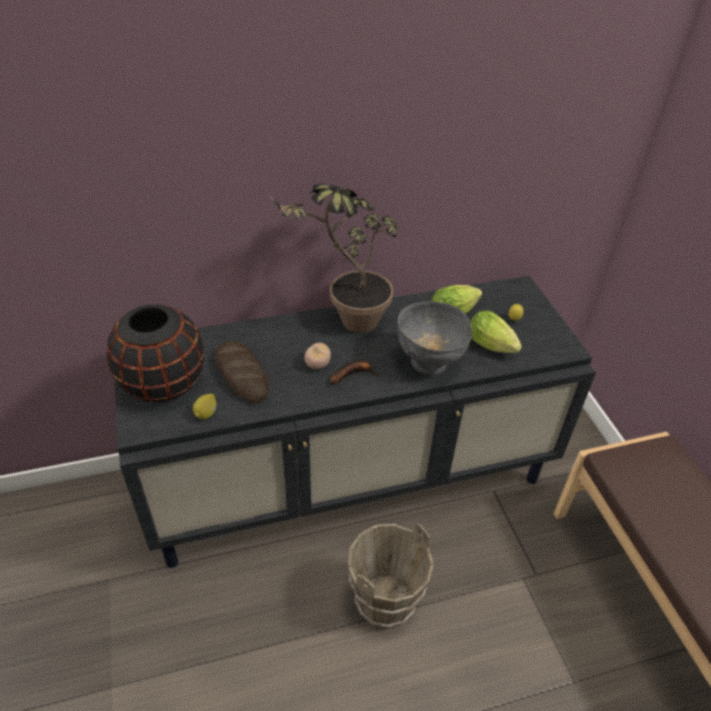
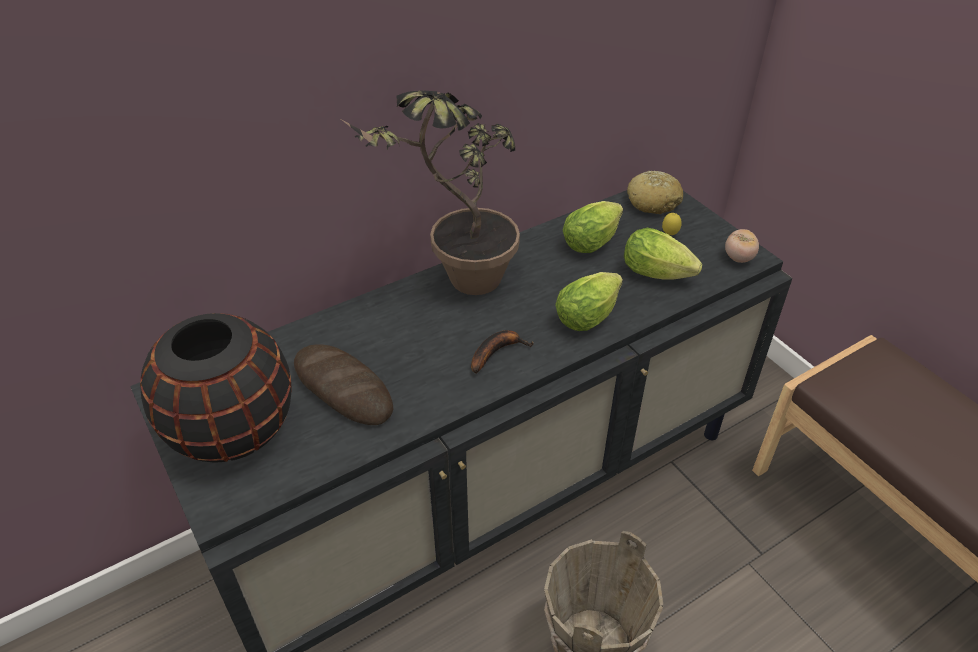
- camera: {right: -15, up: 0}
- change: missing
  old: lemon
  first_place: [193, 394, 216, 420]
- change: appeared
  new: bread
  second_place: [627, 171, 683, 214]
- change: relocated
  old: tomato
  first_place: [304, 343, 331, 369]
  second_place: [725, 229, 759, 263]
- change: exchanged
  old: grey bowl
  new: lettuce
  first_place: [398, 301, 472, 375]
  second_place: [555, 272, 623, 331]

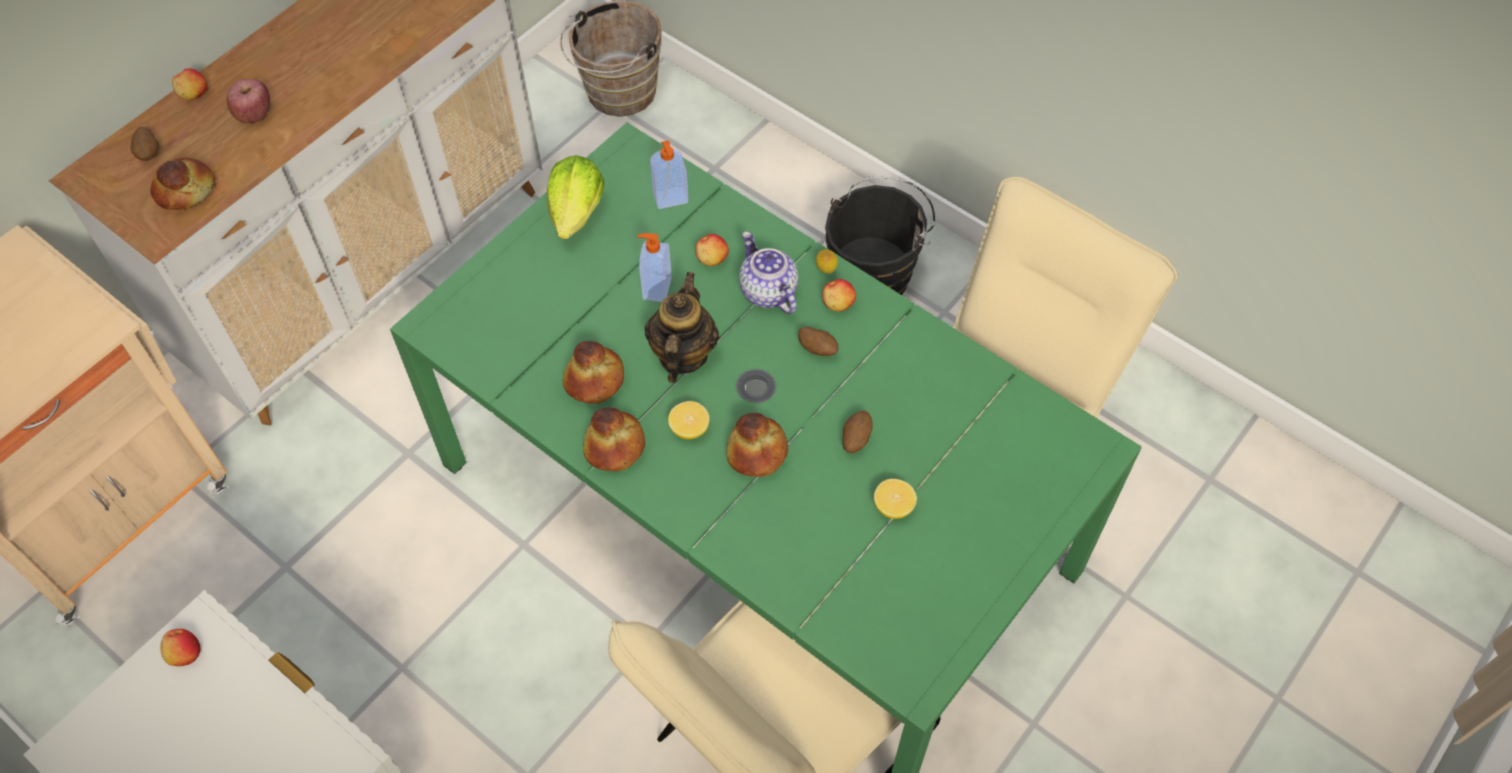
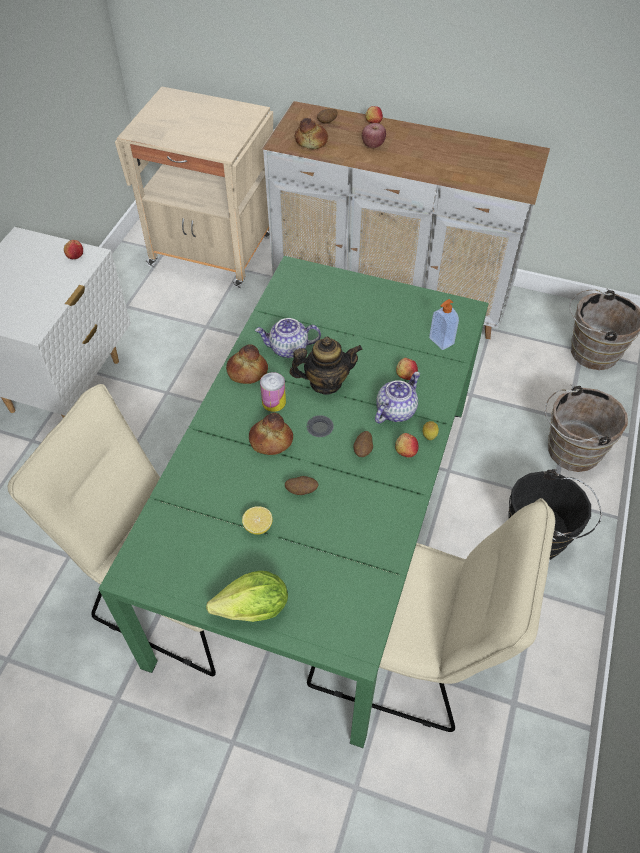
- camera: {right: 70, up: -5}
- change: missing
  old: soap dispenser
  first_place: [638, 233, 672, 302]
- change: appeared
  new: brown bucket
  second_place: [545, 384, 628, 472]
- change: relocated
  old: lettuce
  first_place: [547, 155, 604, 239]
  second_place: [206, 571, 288, 622]
- change: exchanged
  old: bread
  new: teapot
  first_place: [563, 341, 624, 404]
  second_place: [255, 318, 321, 358]
- change: exchanged
  old: lemon
  new: can
  first_place: [668, 401, 709, 439]
  second_place: [260, 372, 286, 412]

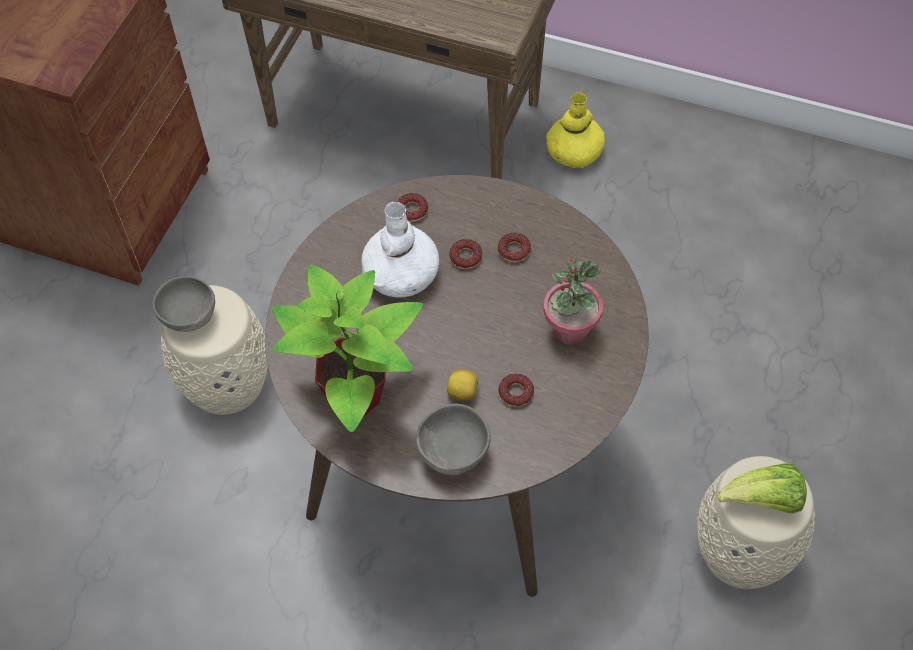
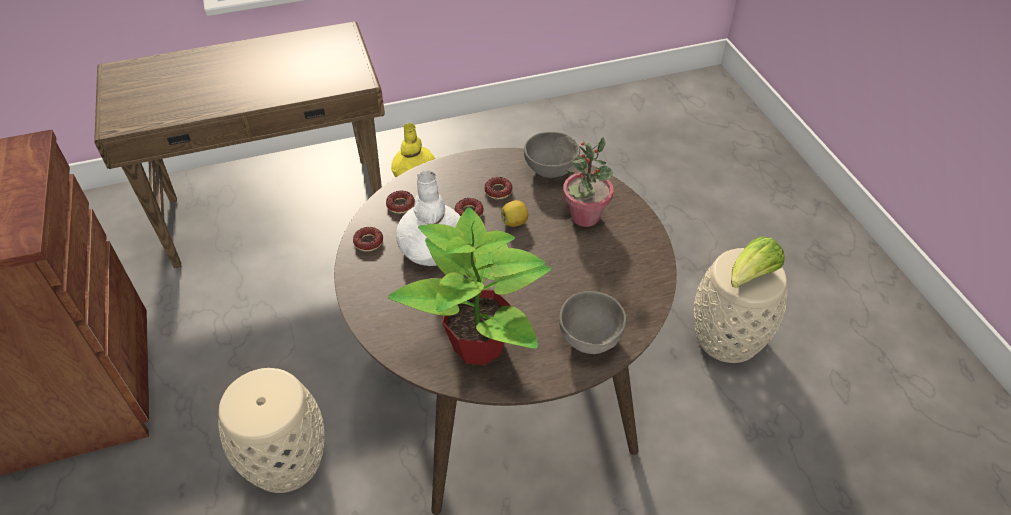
- camera: {right: -40, up: -10}
- change: relocated
  old: grey bowl
  first_place: [152, 276, 215, 332]
  second_place: [524, 132, 580, 178]
- change: relocated
  old: lemon
  first_place: [447, 369, 479, 401]
  second_place: [501, 200, 528, 227]
- change: relocated
  old: donut
  first_place: [498, 374, 534, 407]
  second_place: [353, 227, 383, 252]

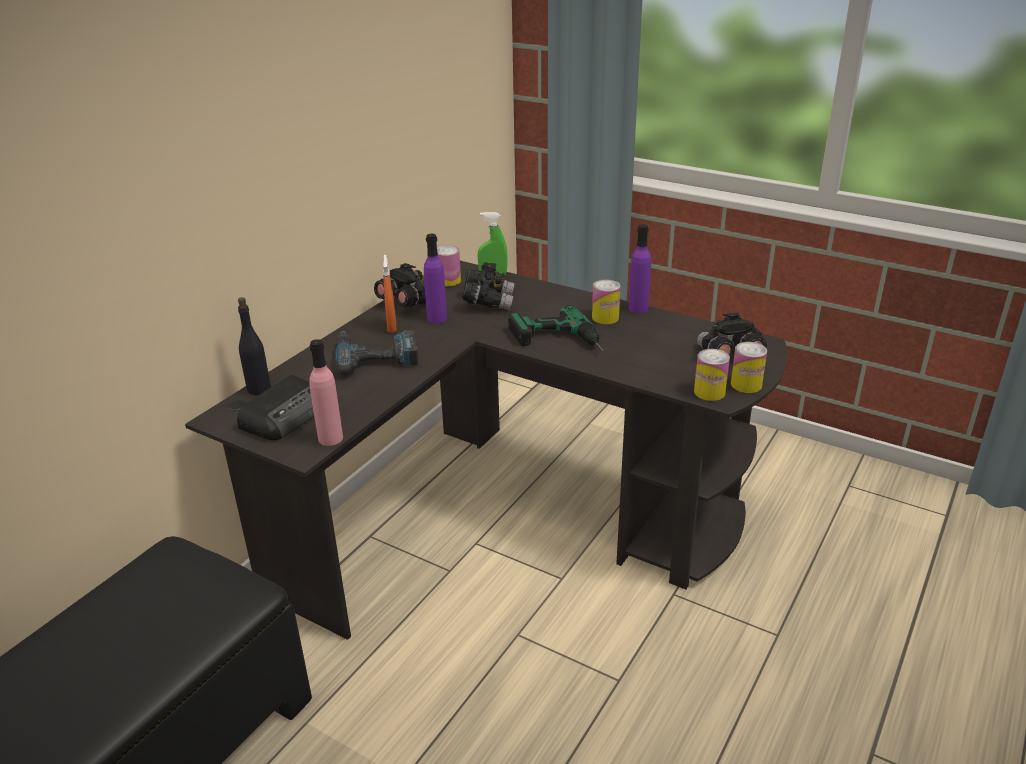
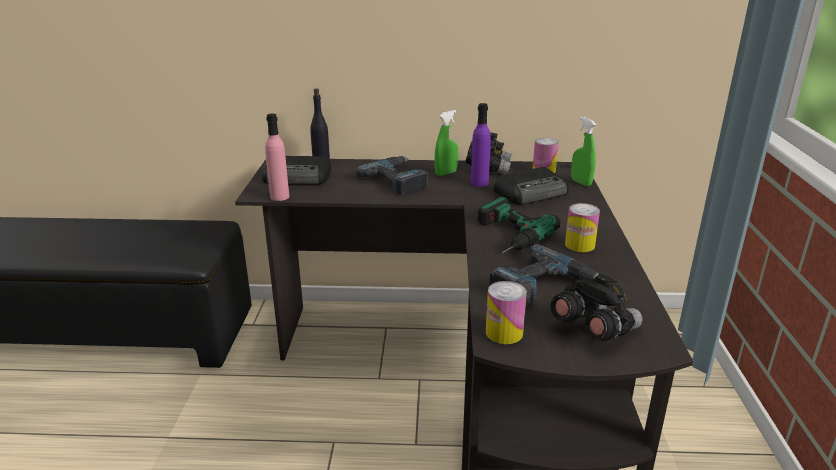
- camera: {right: 60, up: -5}
- change: missing
  old: purple bottle
  first_place: [628, 224, 651, 313]
- change: missing
  old: can
  first_place: [731, 342, 767, 393]
- change: appeared
  new: power drill
  second_place: [489, 245, 599, 307]
- change: exchanged
  old: black binoculars
  new: radio
  first_place: [462, 262, 515, 310]
  second_place: [494, 167, 569, 205]
- change: colour
  old: orange spray bottle
  new: green spray bottle
  first_place: [383, 254, 396, 333]
  second_place: [434, 110, 458, 176]

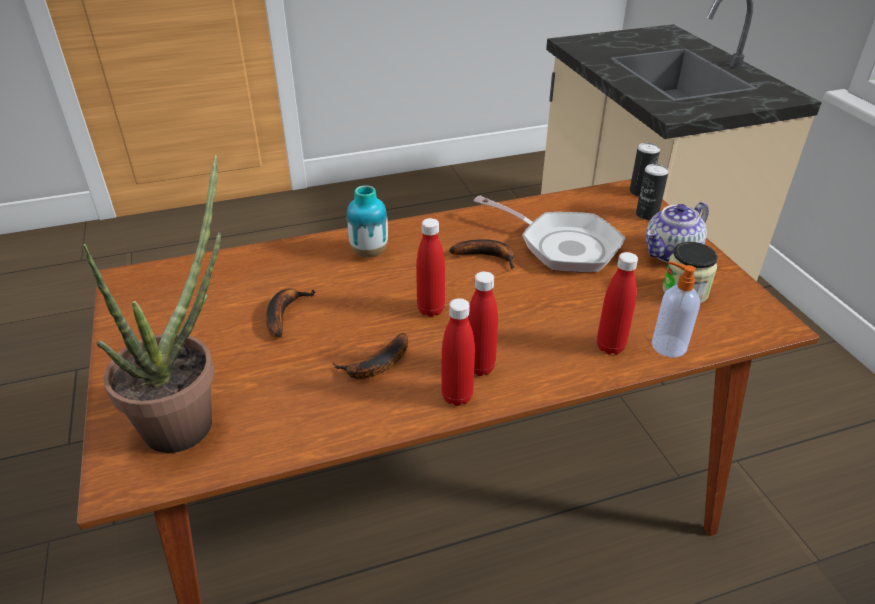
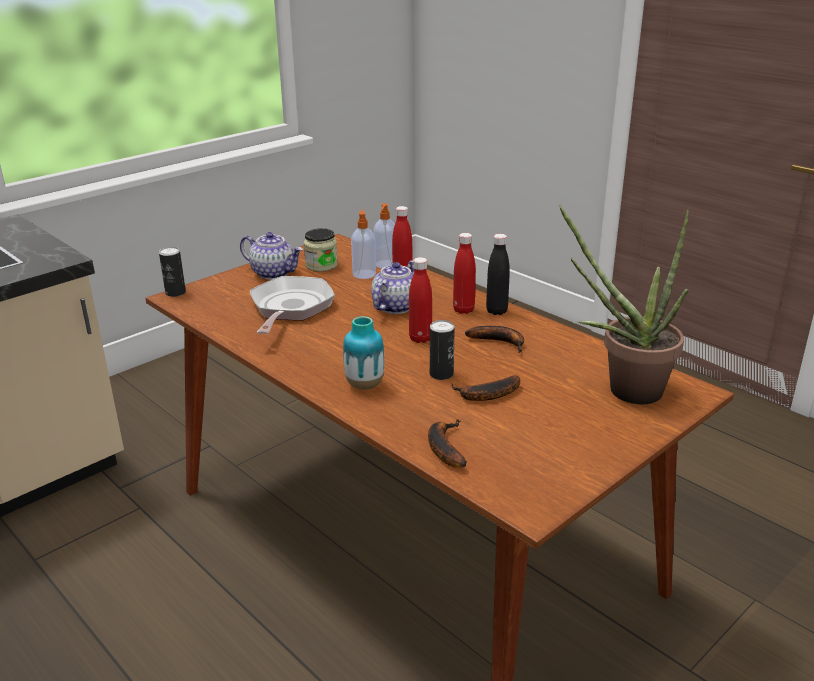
- camera: {right: -115, up: -10}
- change: appeared
  new: soap dispenser
  second_place: [351, 209, 376, 279]
- change: appeared
  new: teapot
  second_place: [371, 260, 414, 314]
- change: relocated
  old: banana
  first_place: [449, 239, 514, 269]
  second_place: [428, 419, 467, 468]
- change: relocated
  old: can
  first_place: [636, 164, 669, 220]
  second_place: [430, 320, 455, 380]
- change: colour
  old: red bottle
  new: black bottle
  first_place: [441, 298, 475, 406]
  second_place: [486, 234, 510, 315]

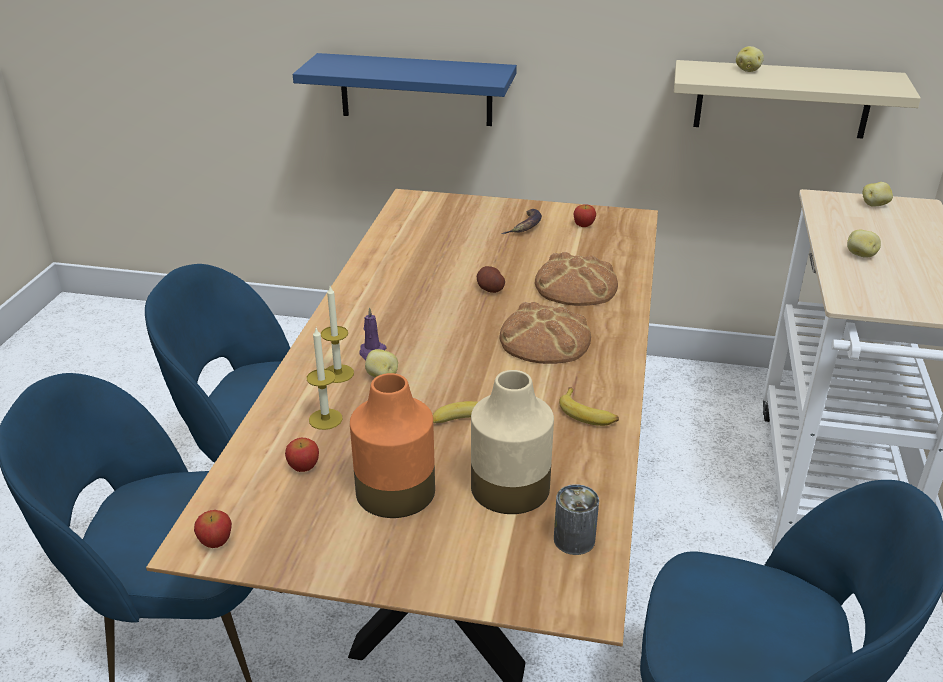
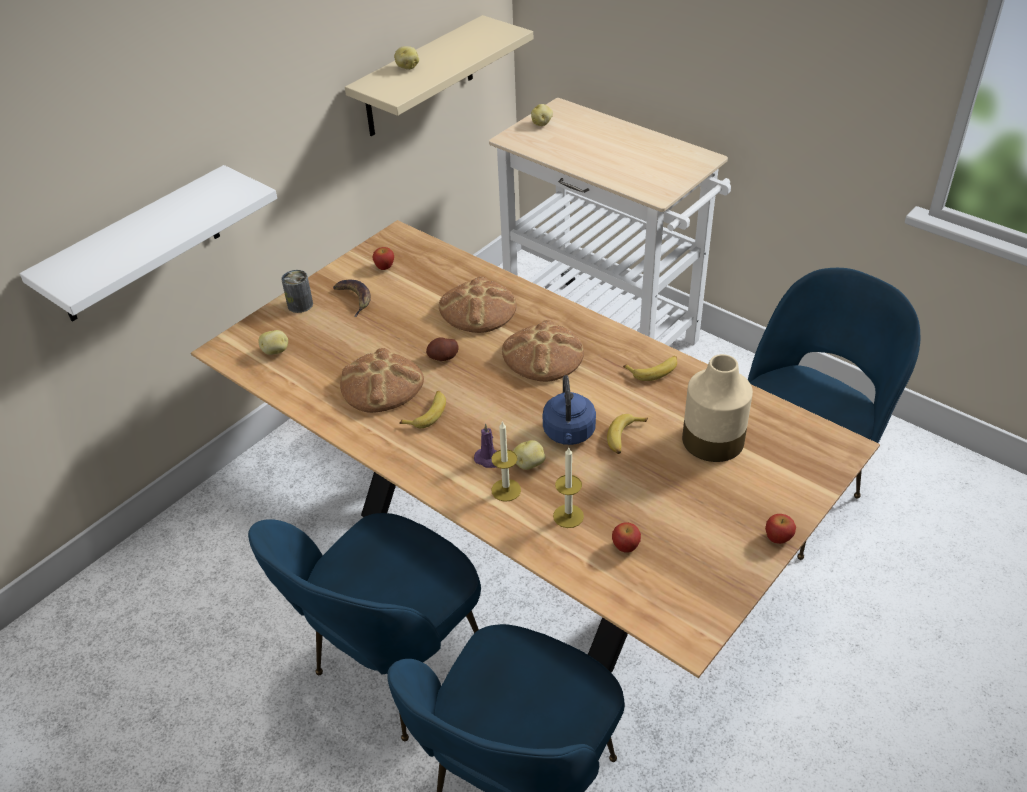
- camera: {right: -60, up: 10}
- change: missing
  old: orange vase
  first_place: [350, 373, 435, 518]
- change: appeared
  new: bread
  second_place: [340, 348, 424, 413]
- change: appeared
  new: banana
  second_place: [400, 391, 446, 428]
- change: appeared
  new: blue kettle
  second_place: [543, 375, 596, 445]
- change: relocated
  old: apple
  first_place: [194, 510, 232, 548]
  second_place: [765, 514, 796, 544]
- change: relocated
  old: can
  first_place: [554, 484, 599, 555]
  second_place: [281, 270, 313, 313]
- change: relocated
  old: potato
  first_place: [847, 230, 881, 258]
  second_place: [258, 330, 288, 355]
- change: colour
  old: blue shelf
  new: white shelf
  first_place: [293, 53, 517, 126]
  second_place: [20, 165, 277, 322]

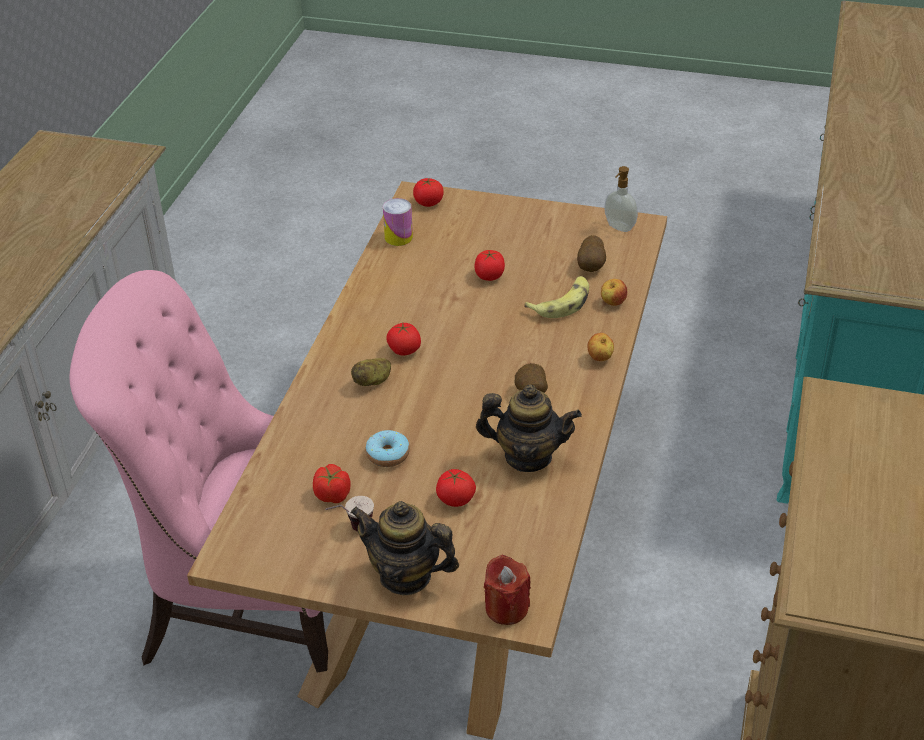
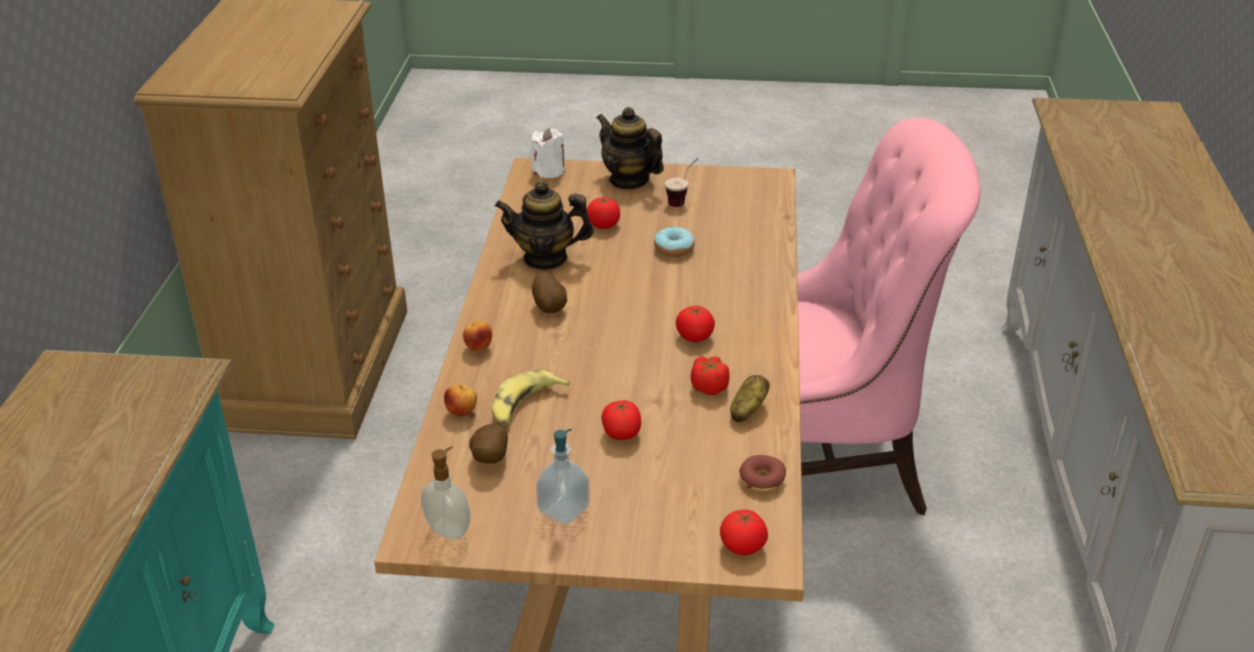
- camera: {right: 170, up: -5}
- change: appeared
  new: soap dispenser
  second_place: [536, 429, 590, 525]
- change: relocated
  old: tomato
  first_place: [313, 464, 351, 503]
  second_place: [691, 356, 729, 395]
- change: relocated
  old: potato
  first_place: [351, 358, 391, 386]
  second_place: [730, 375, 770, 422]
- change: exchanged
  old: can
  new: donut
  first_place: [383, 198, 413, 246]
  second_place: [739, 455, 786, 492]
- change: colour
  old: red candle
  new: white candle
  first_place: [484, 555, 531, 625]
  second_place: [531, 128, 565, 178]
- change: spun
  old: teapot
  first_place: [350, 501, 459, 595]
  second_place: [596, 107, 664, 190]
  degrees: -150

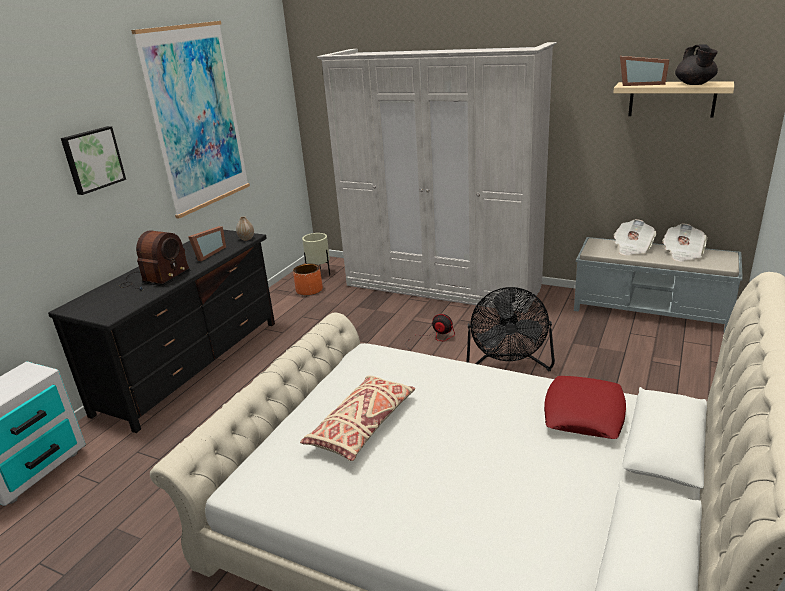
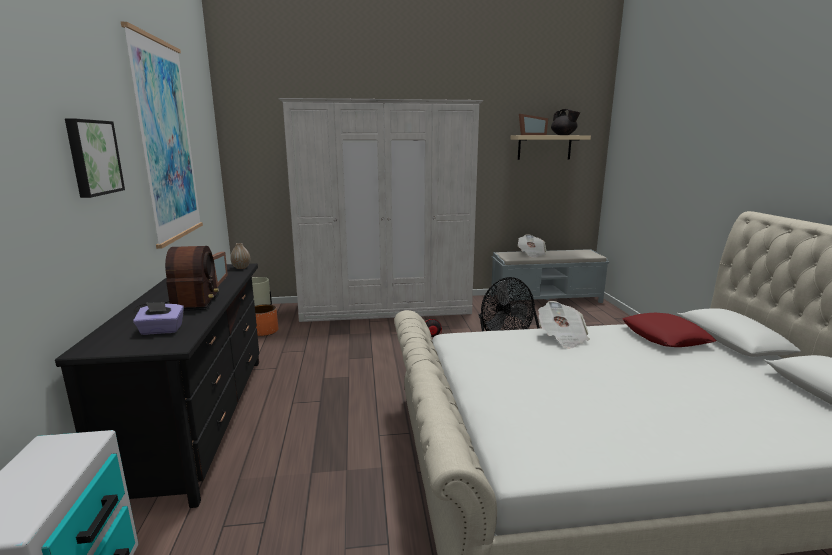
- camera: {right: -35, up: -10}
- change: missing
  old: beige pillow
  first_place: [300, 375, 415, 461]
- change: appeared
  new: purple tissue box
  second_place: [133, 302, 184, 335]
- change: relocated
  old: newspaper
  first_place: [663, 223, 708, 261]
  second_place: [538, 301, 590, 349]

